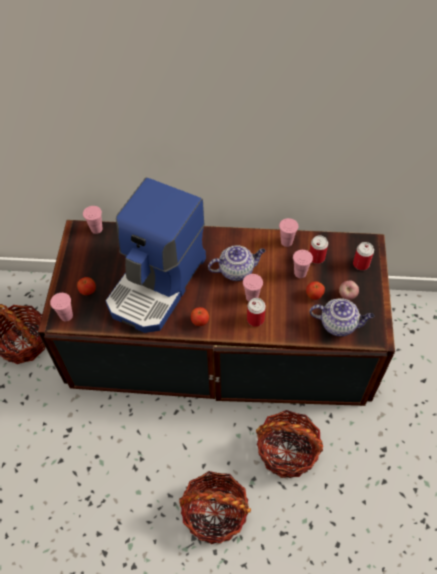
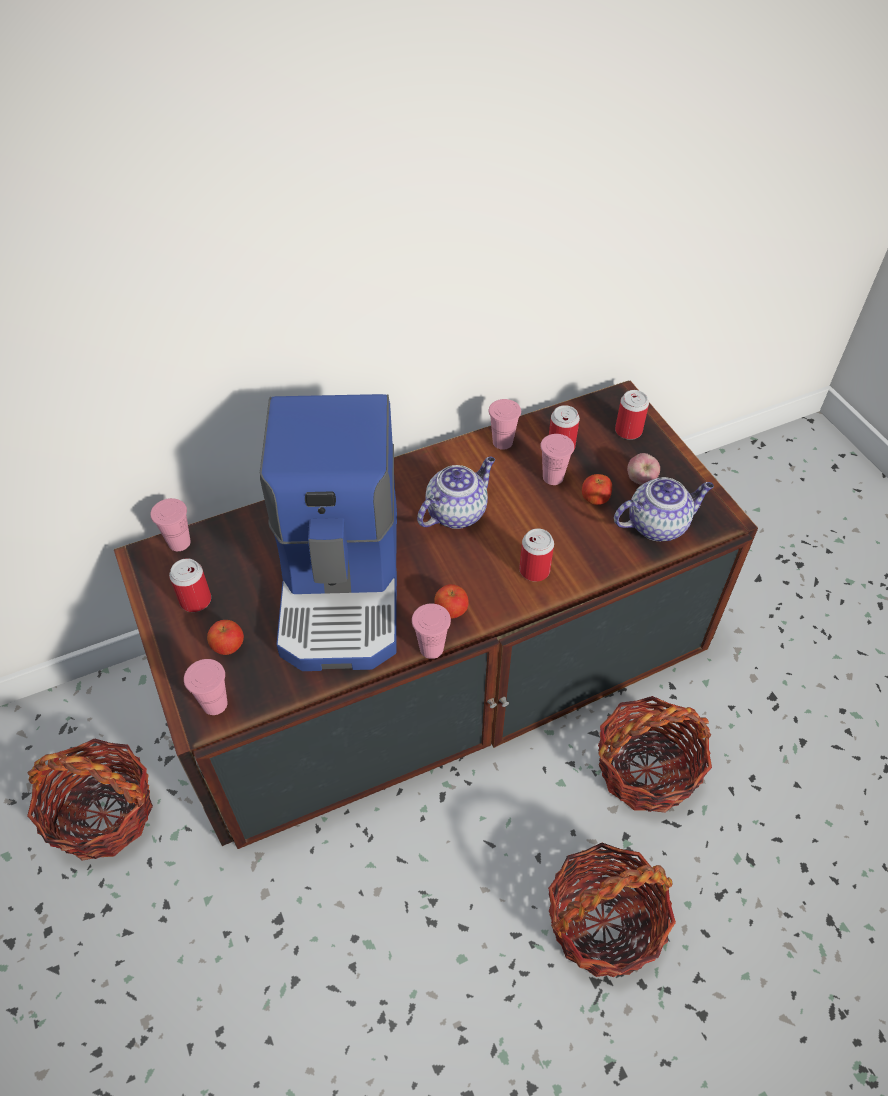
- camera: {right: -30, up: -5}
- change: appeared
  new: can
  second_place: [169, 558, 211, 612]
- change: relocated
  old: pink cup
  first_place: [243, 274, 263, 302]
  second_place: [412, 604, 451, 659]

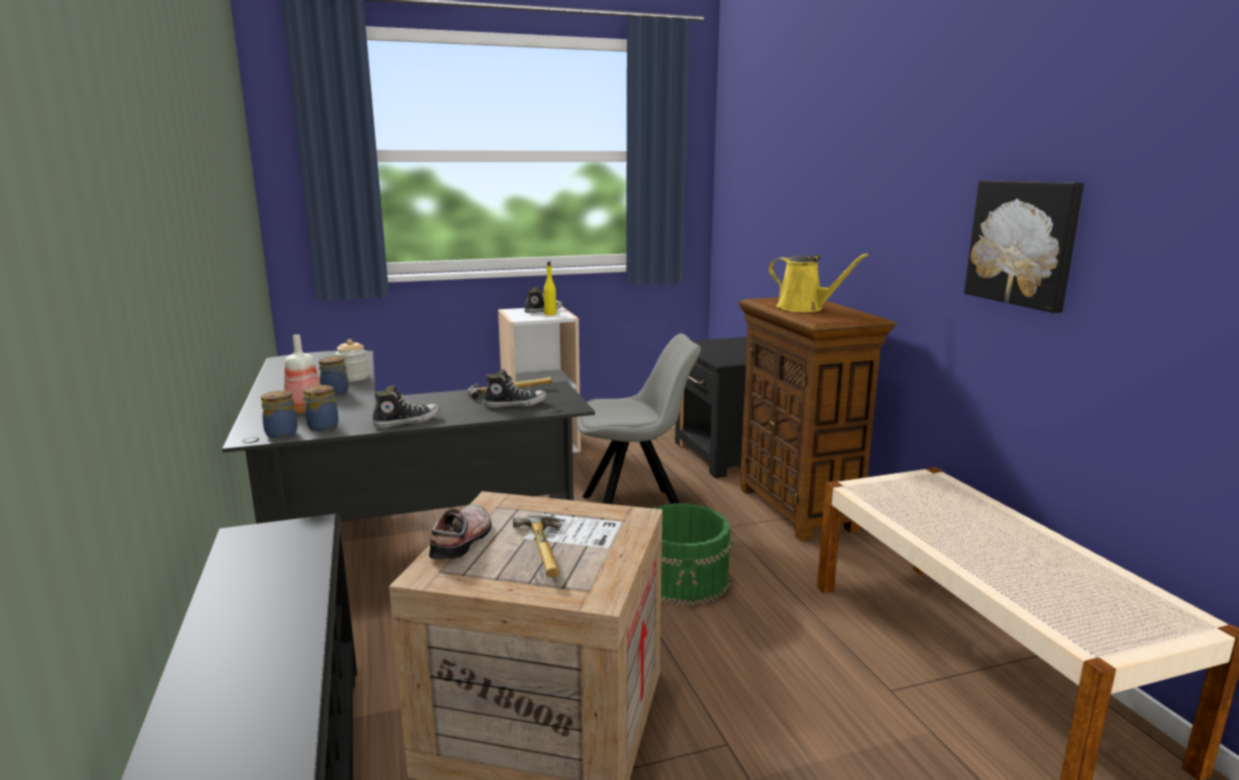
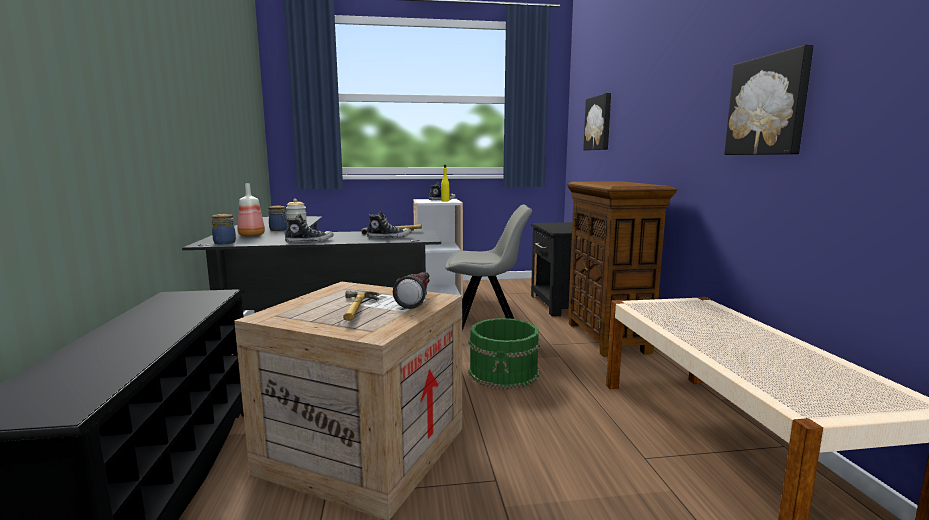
- camera: {right: 10, up: -5}
- change: missing
  old: jar
  first_place: [302, 385, 339, 431]
- change: missing
  old: shoe
  first_place: [429, 504, 492, 560]
- change: missing
  old: yellow watering can
  first_place: [769, 253, 868, 312]
- change: appeared
  new: flashlight
  second_place: [393, 272, 430, 309]
- change: appeared
  new: picture
  second_place: [583, 93, 611, 150]

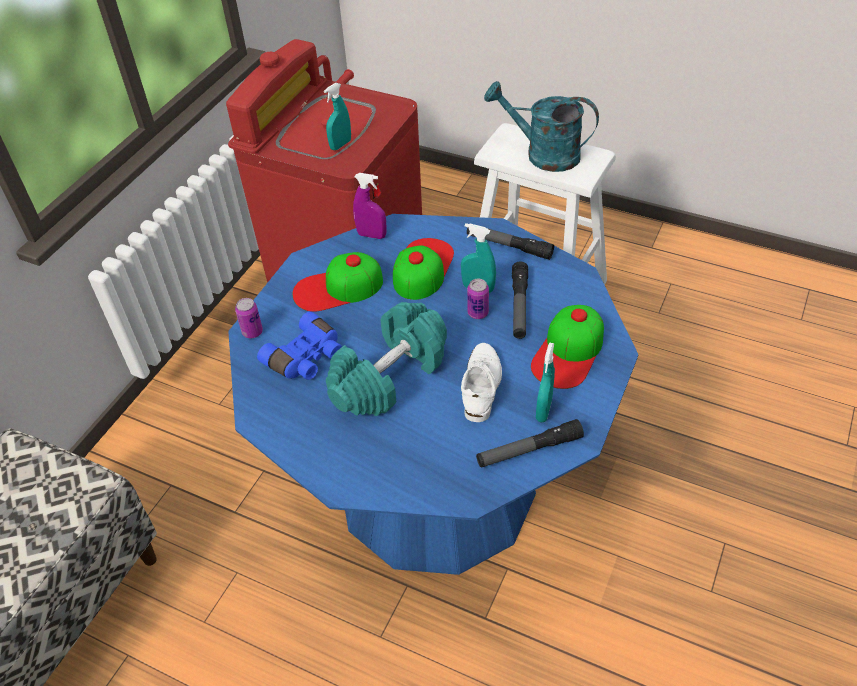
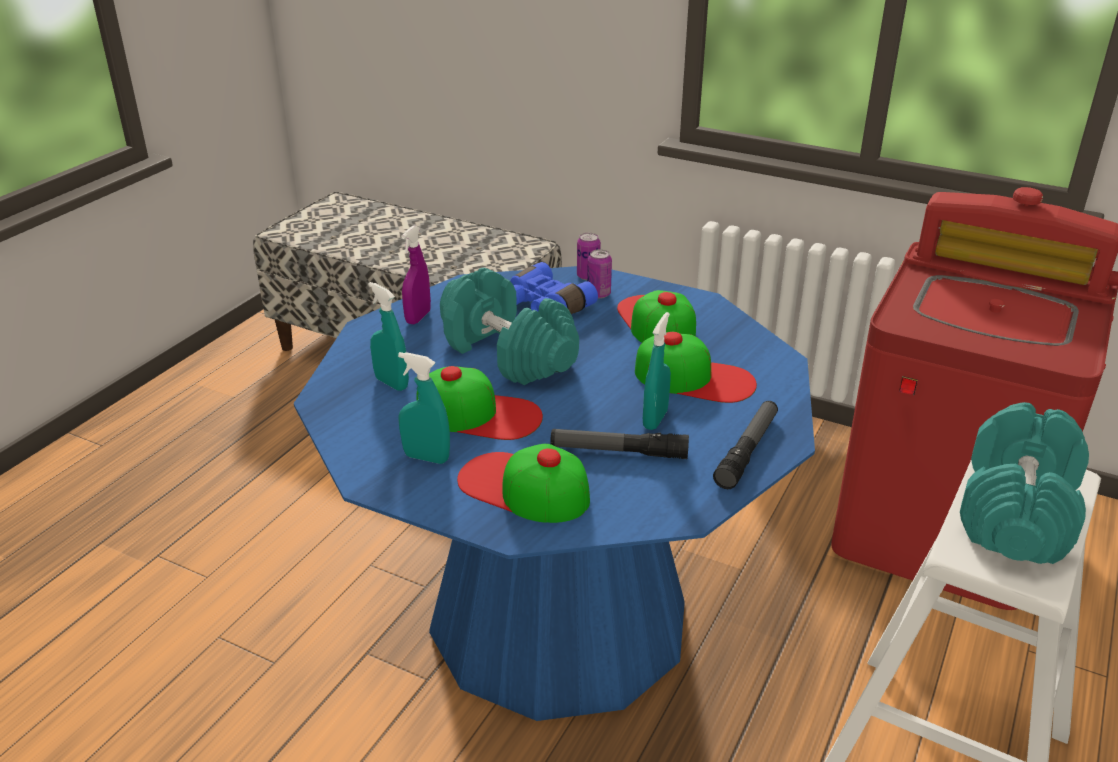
- camera: {right: 90, up: -15}
- change: missing
  old: flashlight
  first_place: [476, 419, 584, 467]
- change: relocated
  old: turquoise spray bottle
  first_place: [324, 83, 351, 150]
  second_place: [368, 282, 409, 391]
- change: relocated
  old: purple spray bottle
  first_place: [353, 173, 387, 239]
  second_place: [401, 225, 431, 324]
- change: relocated
  old: can
  first_place: [467, 279, 489, 319]
  second_place: [587, 249, 612, 299]
- change: exchanged
  old: white shoe
  new: cap
  first_place: [461, 343, 502, 422]
  second_place: [416, 366, 543, 440]
- change: exchanged
  old: turquoise watering can
  new: turquoise dumbbell
  first_place: [484, 81, 599, 172]
  second_place: [960, 402, 1089, 564]

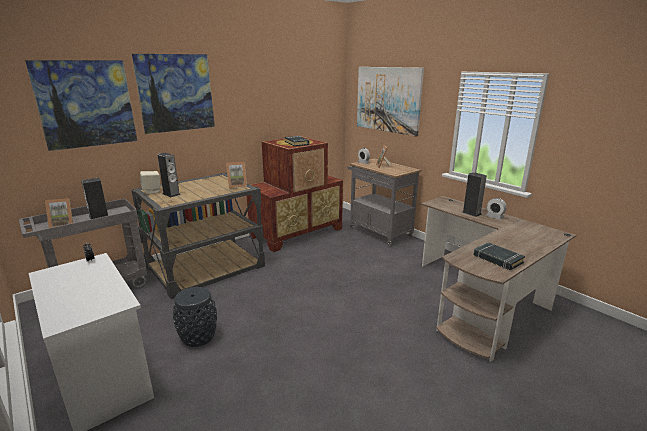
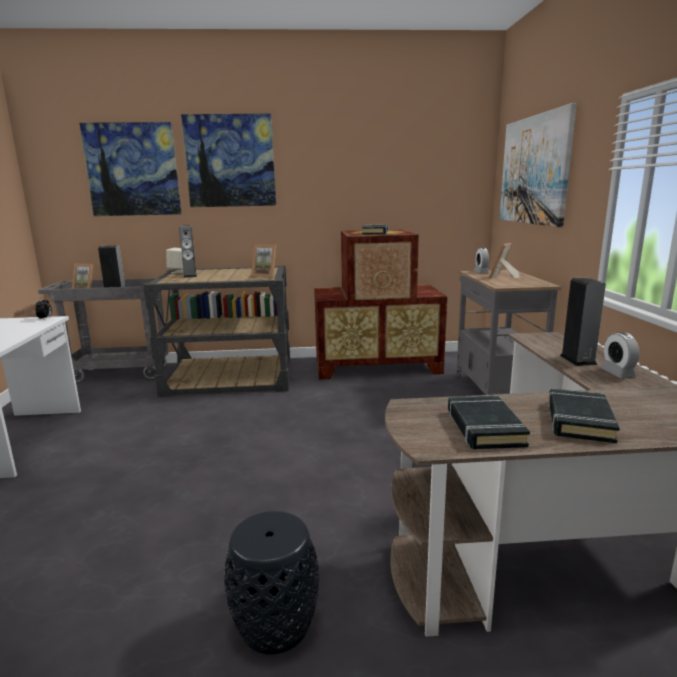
- camera: {right: 35, up: -5}
- change: appeared
  new: black book
  second_place: [548, 389, 620, 443]
- change: relocated
  old: black stool
  first_place: [173, 287, 217, 347]
  second_place: [224, 511, 319, 655]

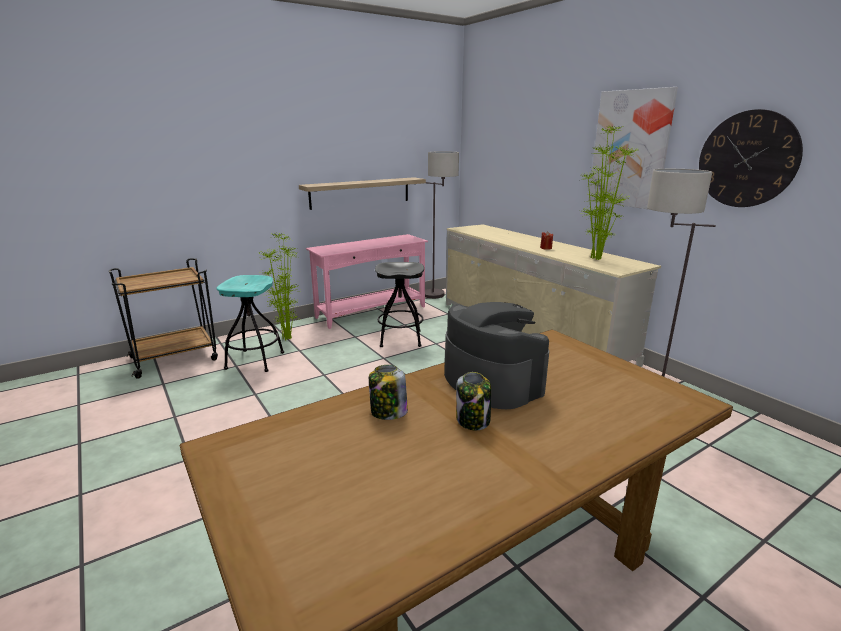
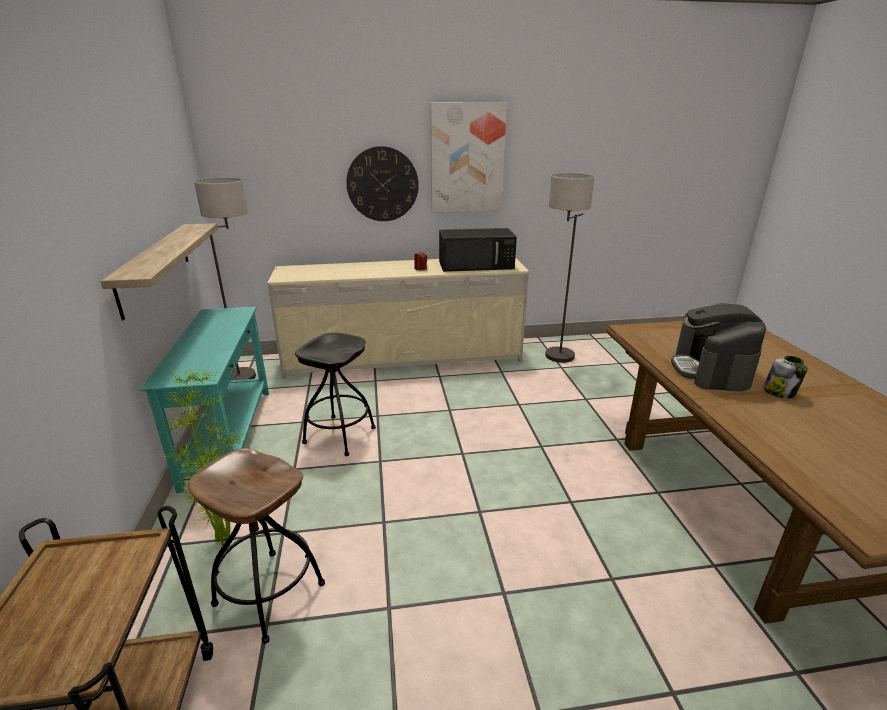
- camera: {right: -65, up: 5}
- change: missing
  old: jar
  first_place: [369, 365, 408, 420]
- change: relocated
  old: wall clock
  first_place: [699, 109, 803, 207]
  second_place: [346, 146, 419, 221]
- change: exchanged
  old: potted plant
  new: black microwave
  first_place: [579, 126, 638, 260]
  second_place: [439, 228, 517, 272]
- change: colour
  old: turquoise stool
  new: brown stool
  first_place: [216, 275, 284, 372]
  second_place: [187, 448, 325, 644]
- change: colour
  old: pink console table
  new: turquoise console table
  first_place: [306, 234, 428, 329]
  second_place: [140, 307, 269, 493]
- change: spun
  old: coffee machine
  first_place: [444, 302, 549, 409]
  second_place: [671, 303, 766, 391]
  degrees: -75

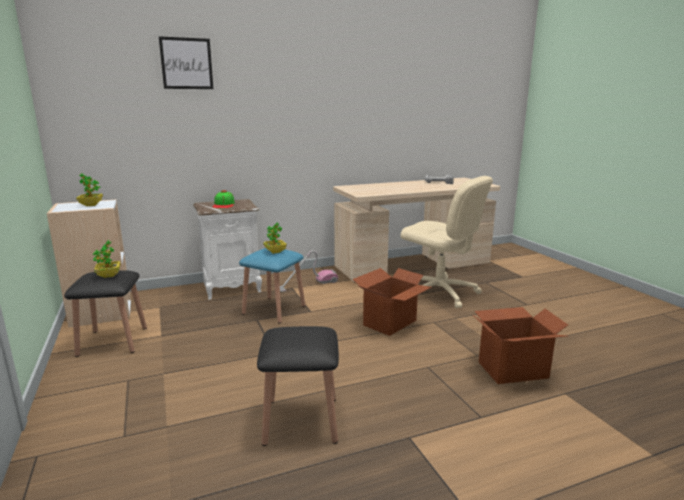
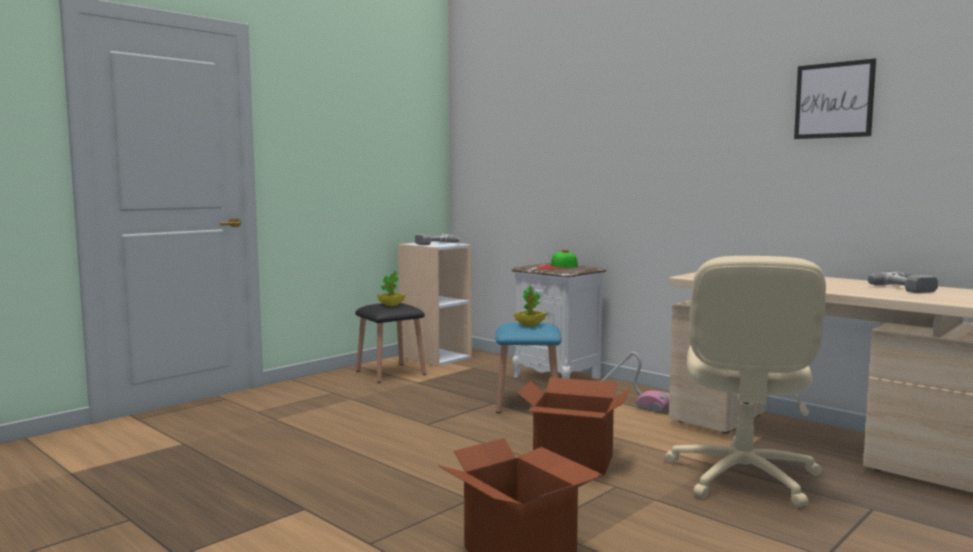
- camera: {right: 65, up: -10}
- change: missing
  old: black stool
  first_place: [257, 326, 339, 446]
- change: relocated
  old: picture
  first_place: [159, 36, 213, 89]
  second_place: [794, 58, 876, 139]
- change: exchanged
  old: potted plant
  new: power drill
  first_place: [76, 173, 103, 206]
  second_place: [415, 234, 461, 245]

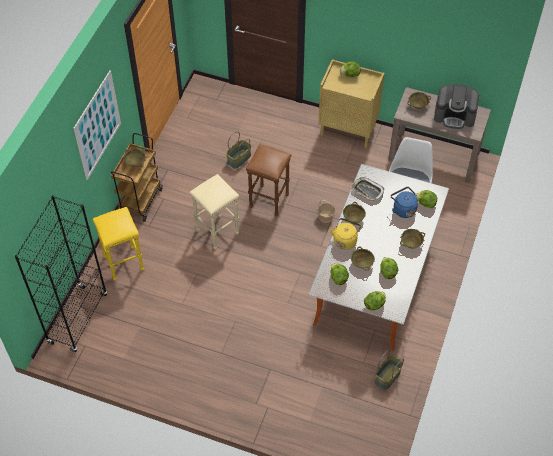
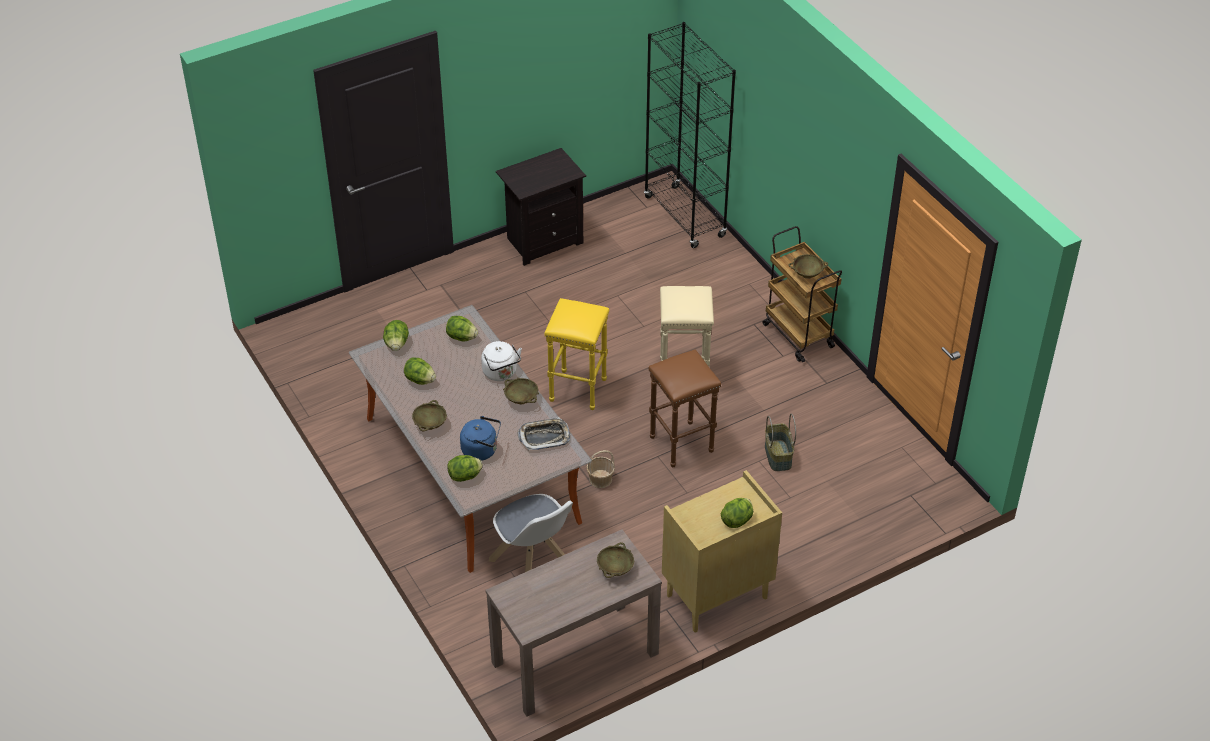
- camera: {right: 130, up: -10}
- change: missing
  old: picture
  first_place: [73, 70, 121, 180]
- change: missing
  old: beige bowl
  first_place: [351, 246, 375, 271]
- change: missing
  old: basket
  first_place: [375, 349, 404, 390]
- change: missing
  old: coffee machine
  first_place: [434, 84, 479, 129]
- change: appeared
  new: black nightstand
  second_place: [496, 148, 586, 266]
- change: relocated
  old: yellow stool
  first_place: [93, 207, 144, 281]
  second_place: [544, 298, 609, 410]
- change: colour
  old: yellow kettle
  new: white kettle
  first_place: [329, 218, 361, 250]
  second_place: [481, 341, 522, 381]

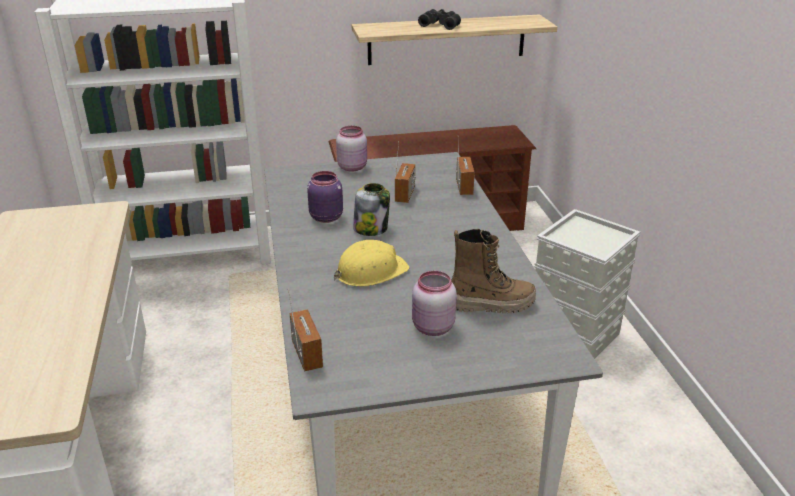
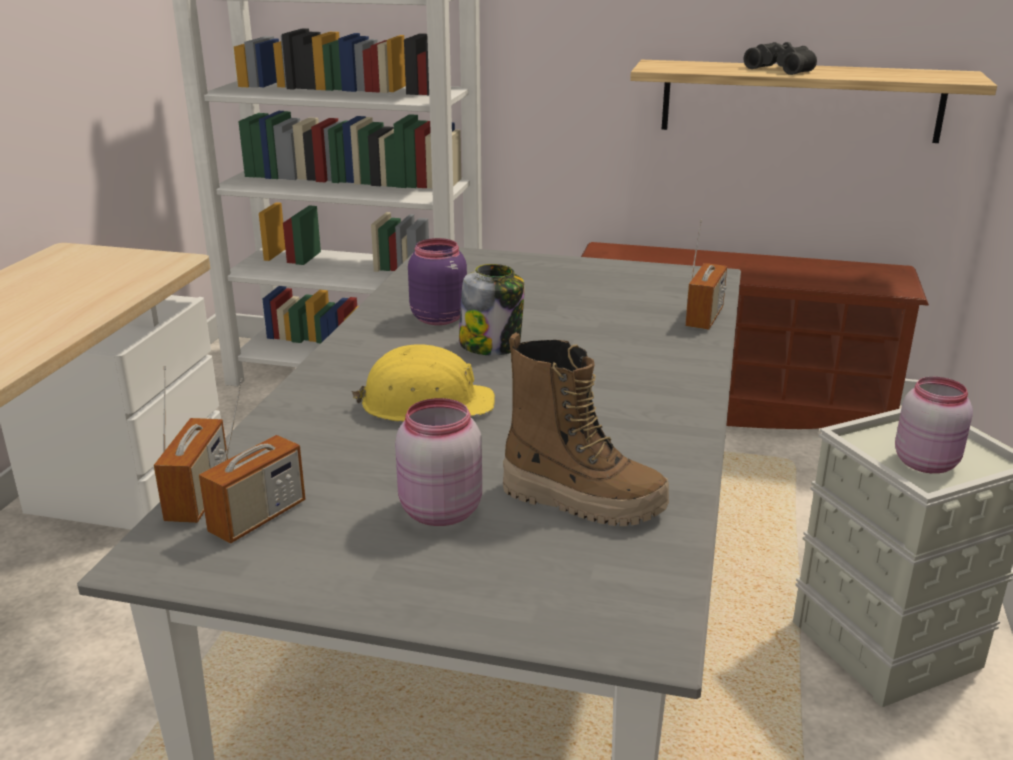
- camera: {right: 25, up: -5}
- change: relocated
  old: pink jar
  first_place: [336, 126, 367, 172]
  second_place: [895, 377, 973, 473]
- change: relocated
  old: radio
  first_place: [395, 141, 416, 203]
  second_place: [199, 378, 305, 543]

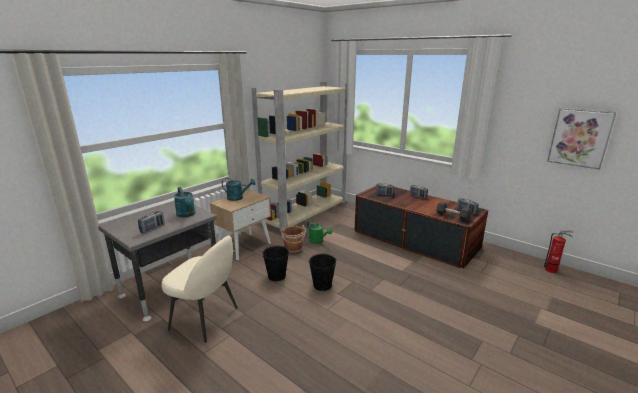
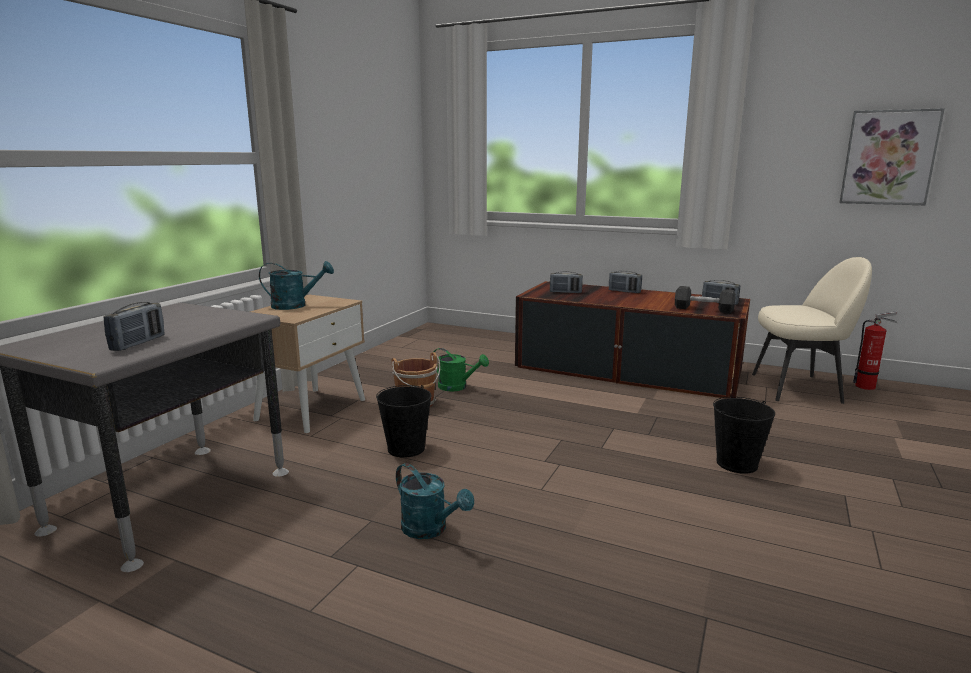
- camera: {right: -15, up: -5}
- change: missing
  old: beige bookcase
  first_place: [251, 82, 347, 231]
- change: relocated
  old: beige chair
  first_place: [162, 235, 238, 343]
  second_place: [752, 257, 872, 404]
- change: relocated
  old: turquoise watering can
  first_place: [174, 187, 196, 217]
  second_place: [396, 463, 474, 539]
- change: relocated
  old: black bucket
  first_place: [309, 253, 336, 291]
  second_place: [713, 397, 775, 474]

